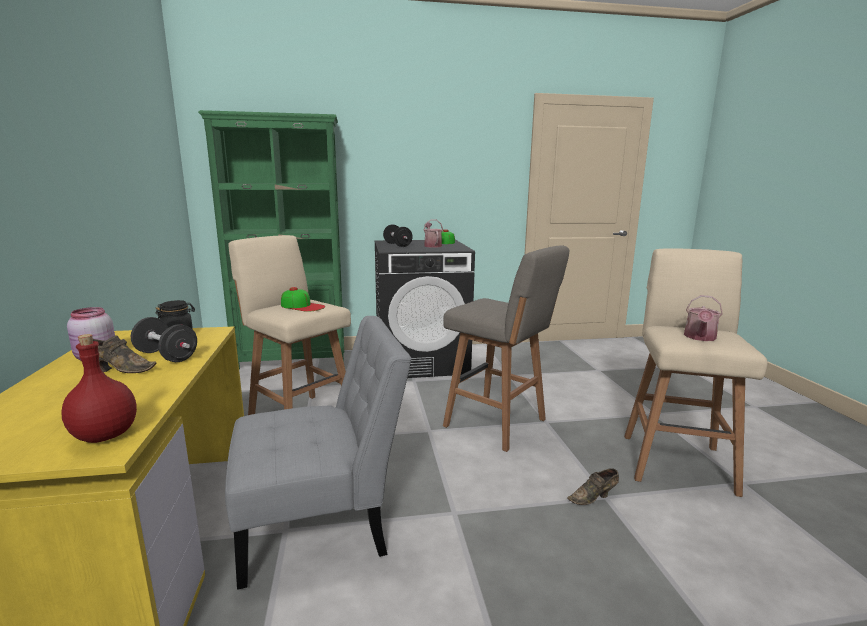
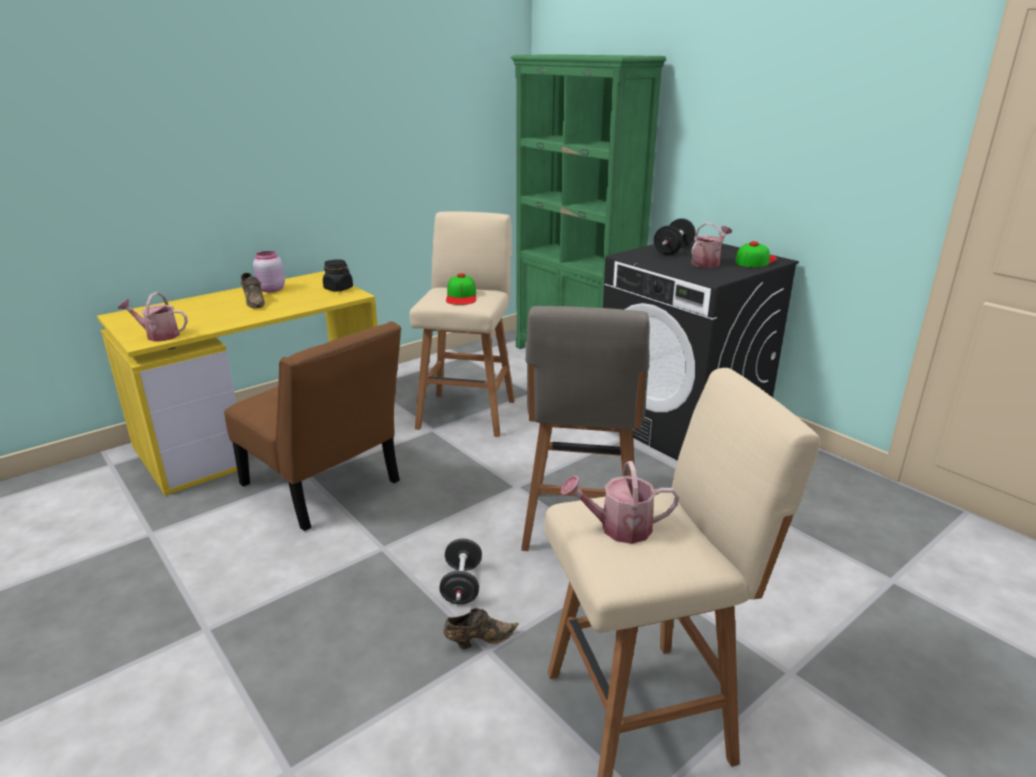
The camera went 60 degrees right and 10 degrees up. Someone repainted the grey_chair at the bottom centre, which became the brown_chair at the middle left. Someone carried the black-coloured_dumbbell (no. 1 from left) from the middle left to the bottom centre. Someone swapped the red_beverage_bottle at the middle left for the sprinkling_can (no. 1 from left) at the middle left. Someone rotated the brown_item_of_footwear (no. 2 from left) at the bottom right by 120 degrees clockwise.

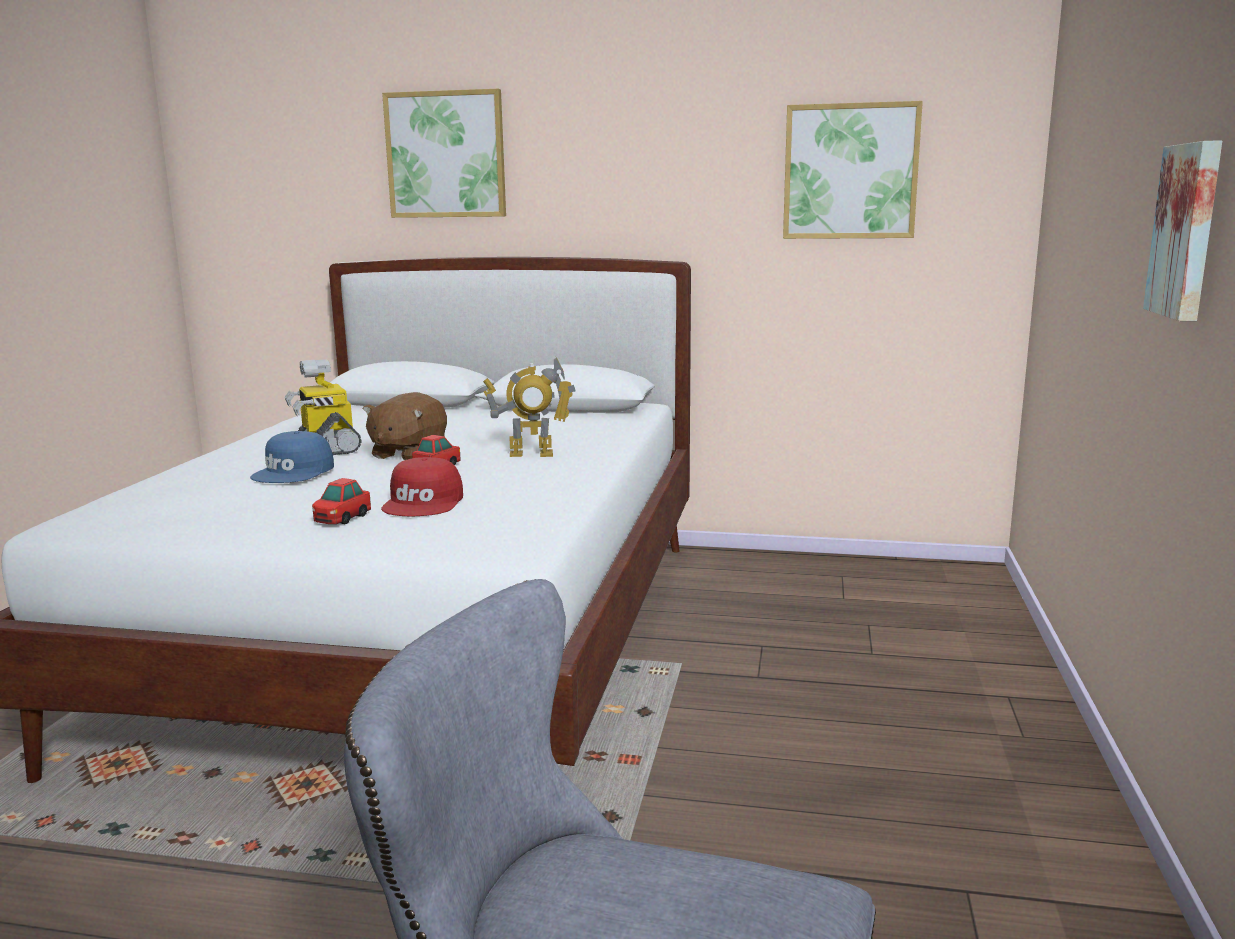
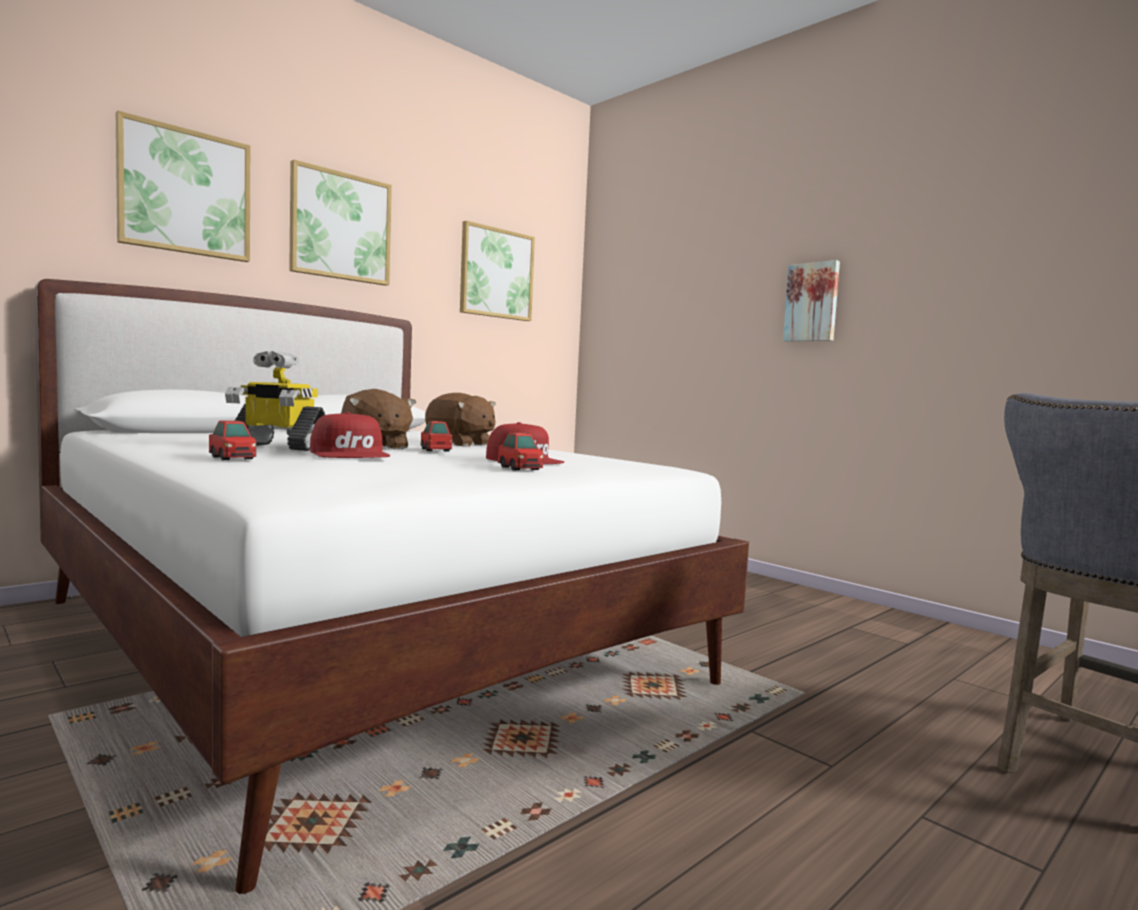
The camera went 55 degrees left and 10 degrees down. Someone swapped the toy_robot (no. 2 from left) at the centre for the brown_cuddly_toy (no. 2 from left) at the centre. Someone repainted the blue-coloured_peaked_cap at the middle left, which became the red_peaked_cap (no. 1 from left) at the middle left. Someone put up the wall_art (no. 2 from left) at the top left. Someone put down the model_car (no. 1 from left) at the middle left.

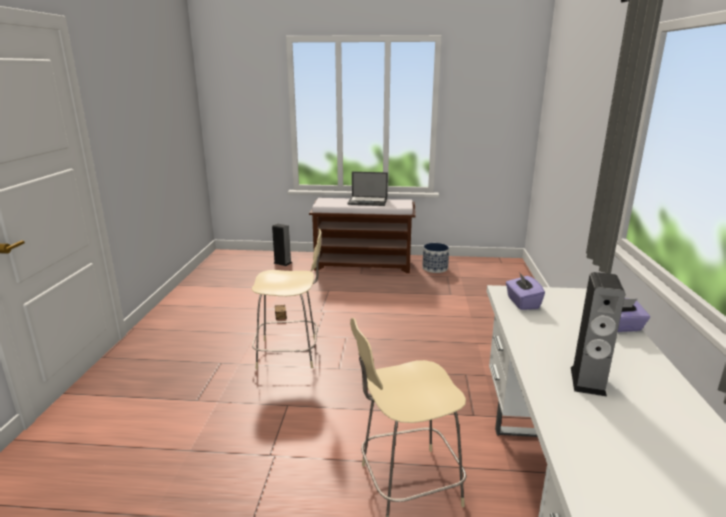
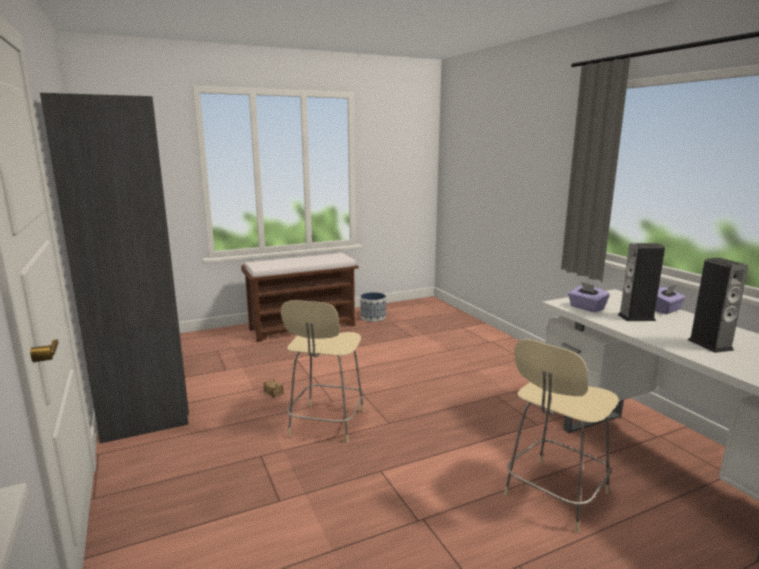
The camera went 30 degrees left and 5 degrees down. Someone took away the portable_computer at the centre. Someone carried the speaker (no. 1 from left) from the centre to the middle right. Someone rotated the sand-coloured_chair (no. 1 from left) at the centre by 135 degrees clockwise. Someone put down the grey_wardrobe at the middle left.

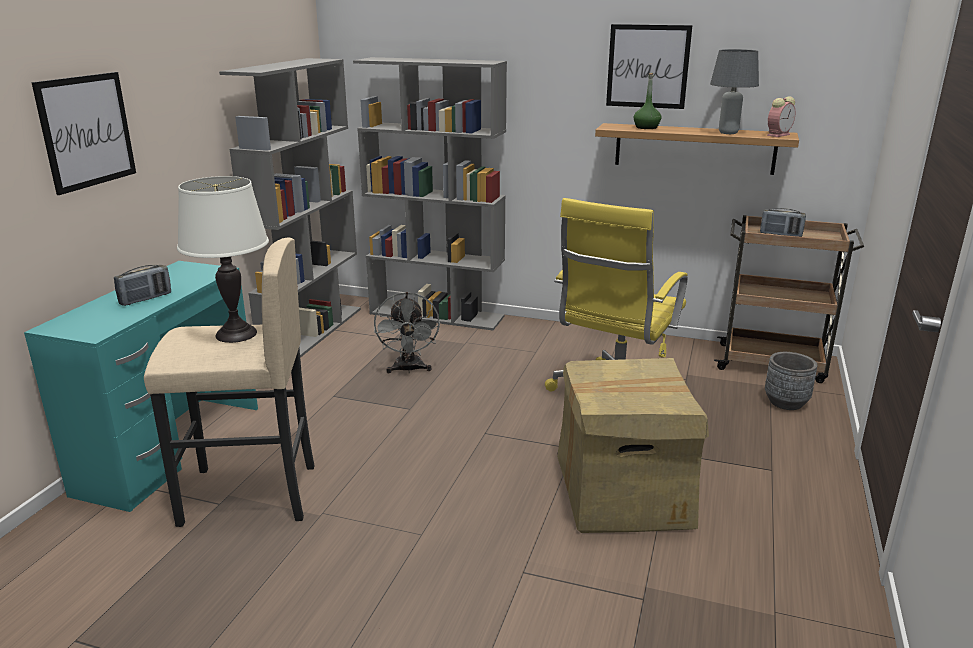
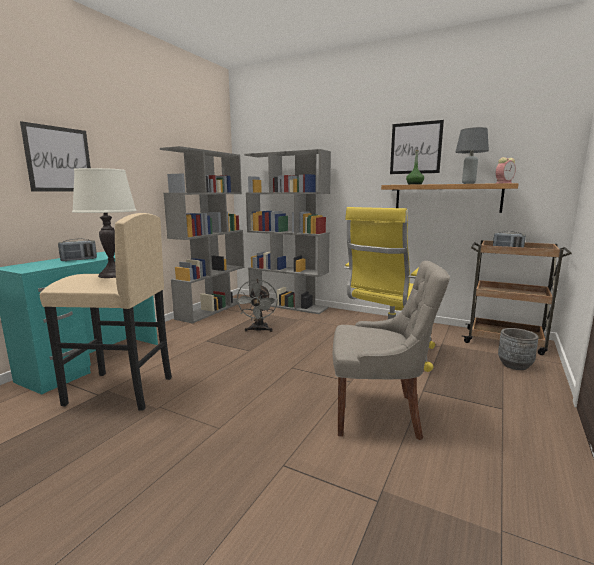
The camera went 10 degrees right and 10 degrees down. Someone swapped the cardboard_box at the bottom centre for the grey_chair at the centre.

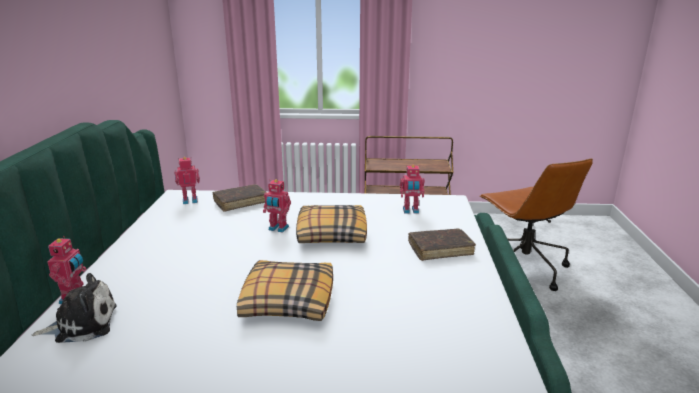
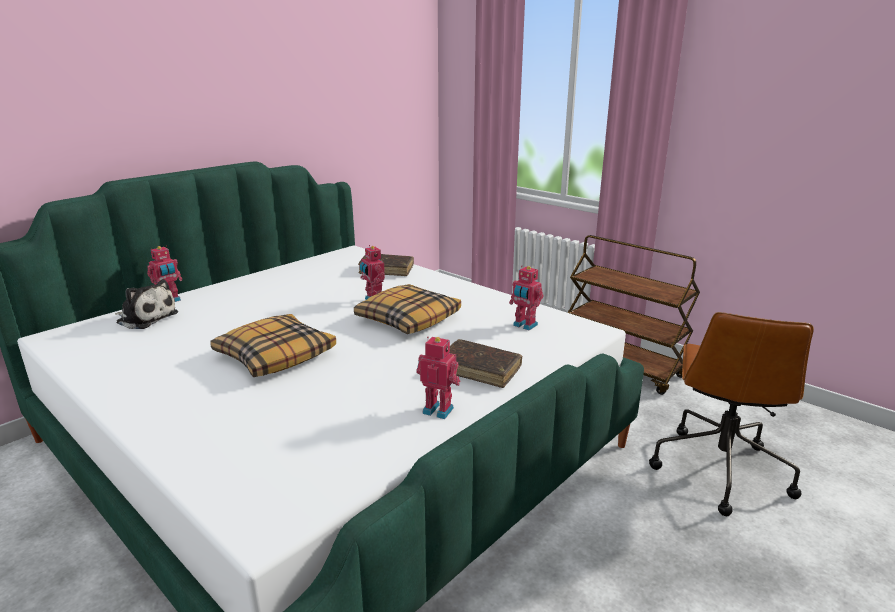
The camera went 40 degrees right and 0 degrees up. Someone carried the toy_robot (no. 2 from left in the first image) from the middle left to the centre.

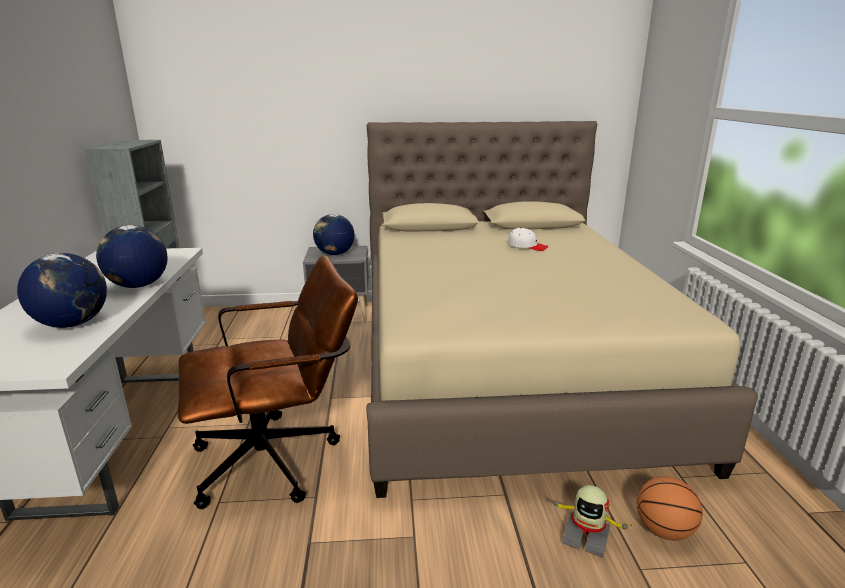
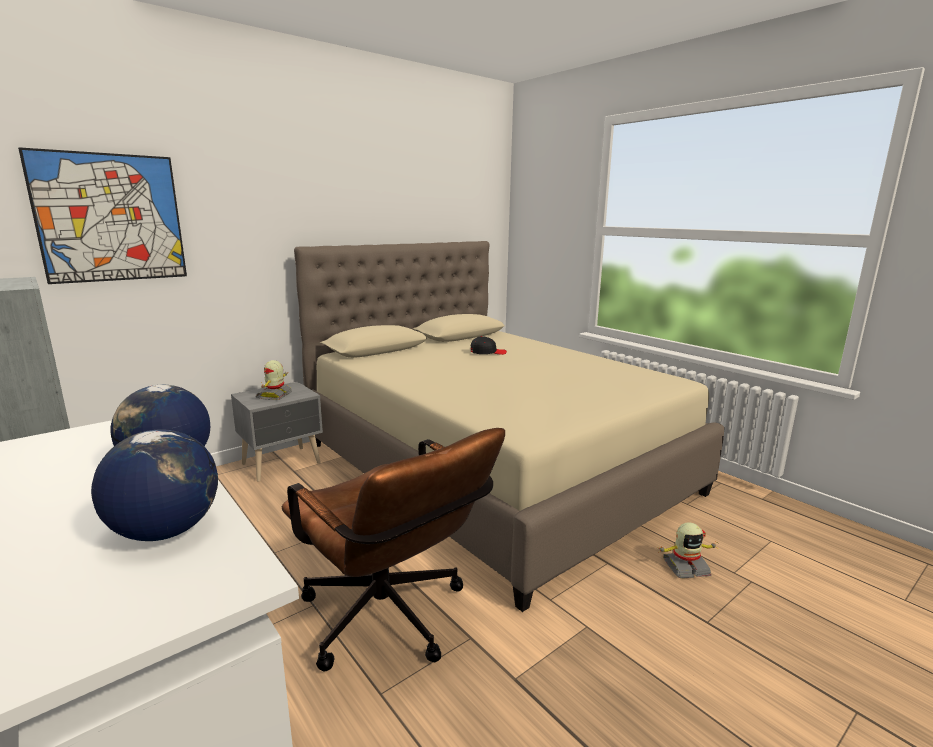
The camera went 35 degrees left and 5 degrees down. Someone swapped the world_globe (no. 3 from left) at the centre for the toy_robot (no. 1 from left) at the middle left. Someone repainted the whitish_peaked_cap at the centre, which became the black-coloured_peaked_cap at the centre. Someone rotated the brown_office_chair at the middle left by 105 degrees clockwise. Someone took away the basketball_ball at the bottom right. Someone put up the wall_art at the top left.

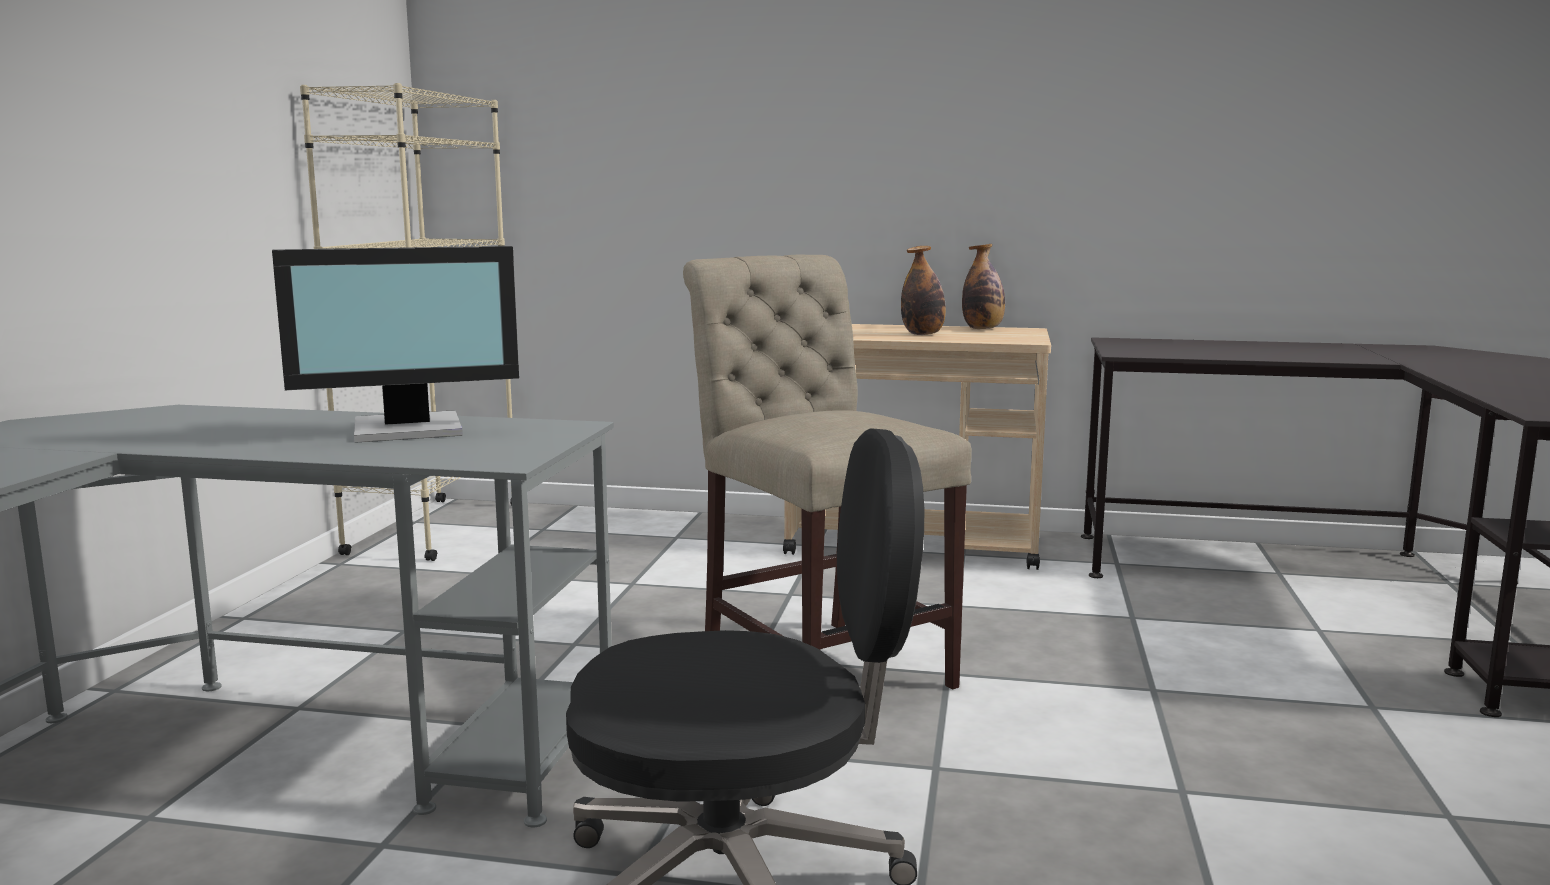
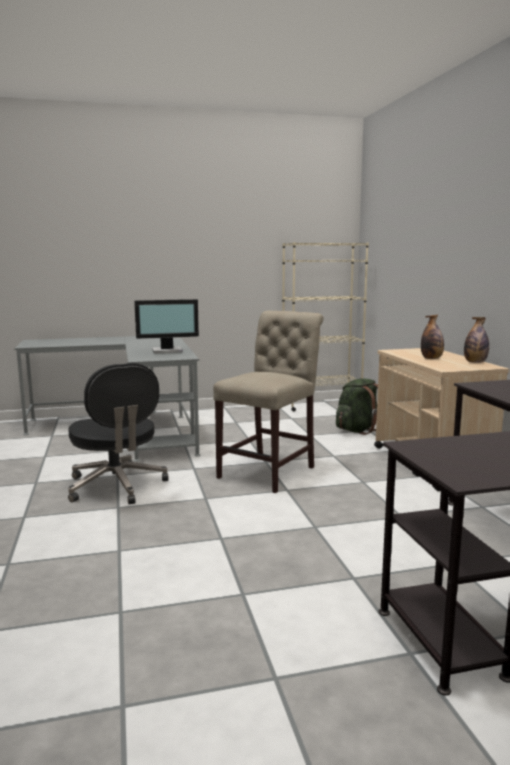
The camera went 65 degrees right and 0 degrees up. Someone rotated the monitor at the middle left by 60 degrees counterclockwise. Someone put down the greenish_rucksack at the middle right.

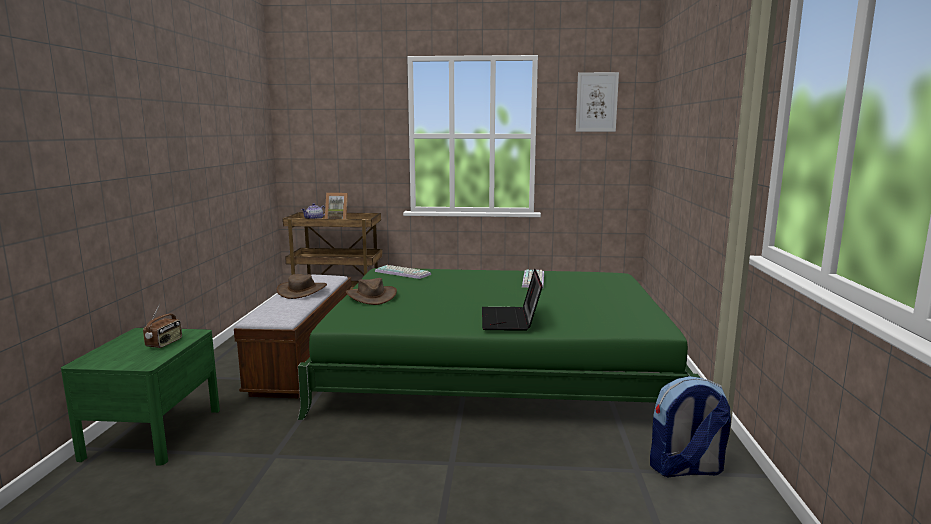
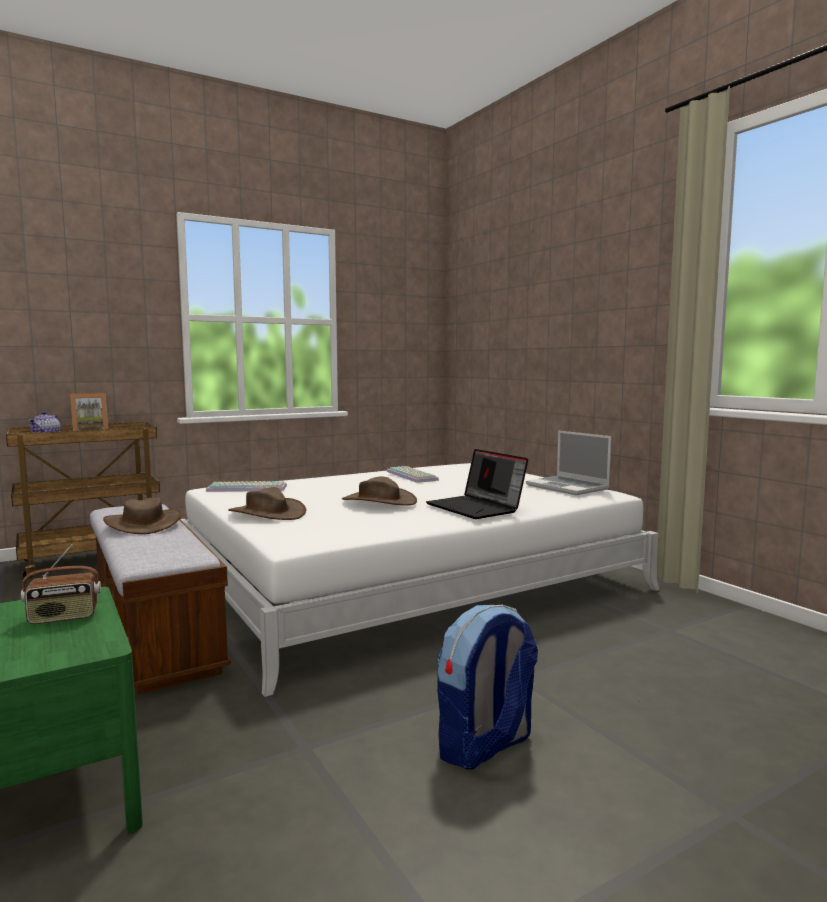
The camera went 35 degrees left and 5 degrees down. Someone took away the wall_art at the top centre. Someone repainted the greenish_sleeping_bed at the centre, which became the whitish_sleeping_bed at the centre. Someone rotated the radio_receiver at the middle left by 90 degrees clockwise. Someone carried the rucksack from the bottom right to the bottom centre. Someone put down the portable_computer (no. 2 from left) at the middle right. Someone put down the brown_wearable_hat (no. 3 from left) at the centre.

